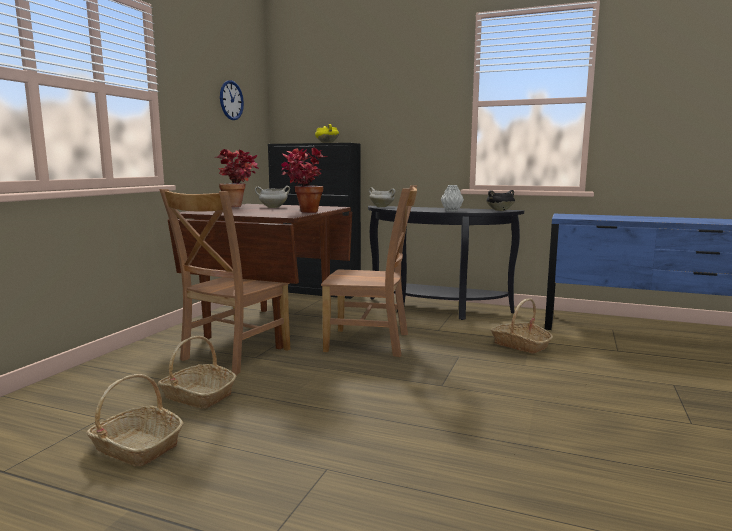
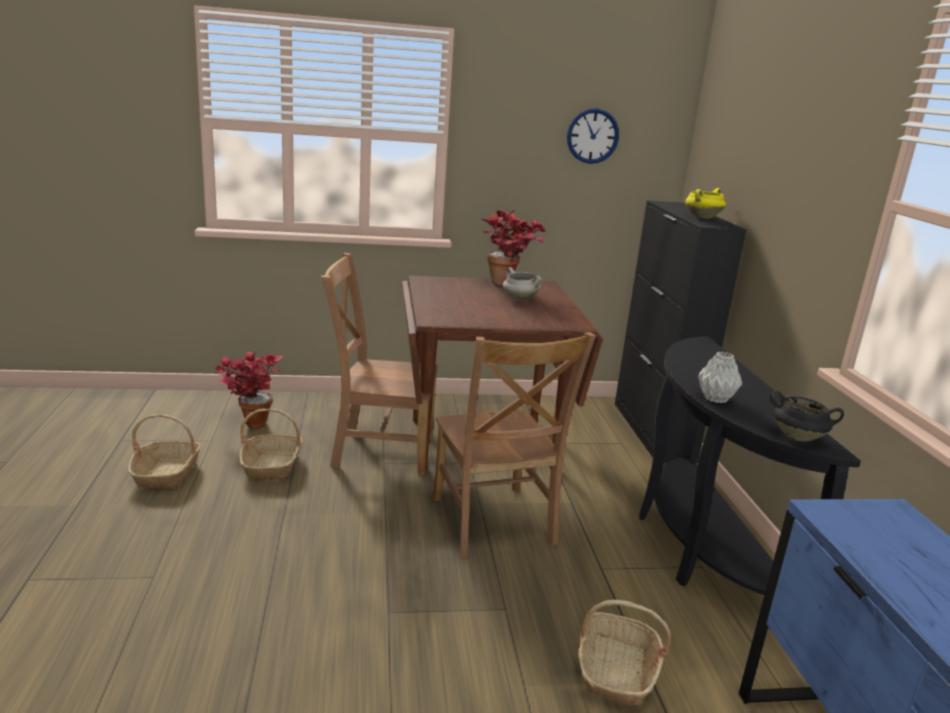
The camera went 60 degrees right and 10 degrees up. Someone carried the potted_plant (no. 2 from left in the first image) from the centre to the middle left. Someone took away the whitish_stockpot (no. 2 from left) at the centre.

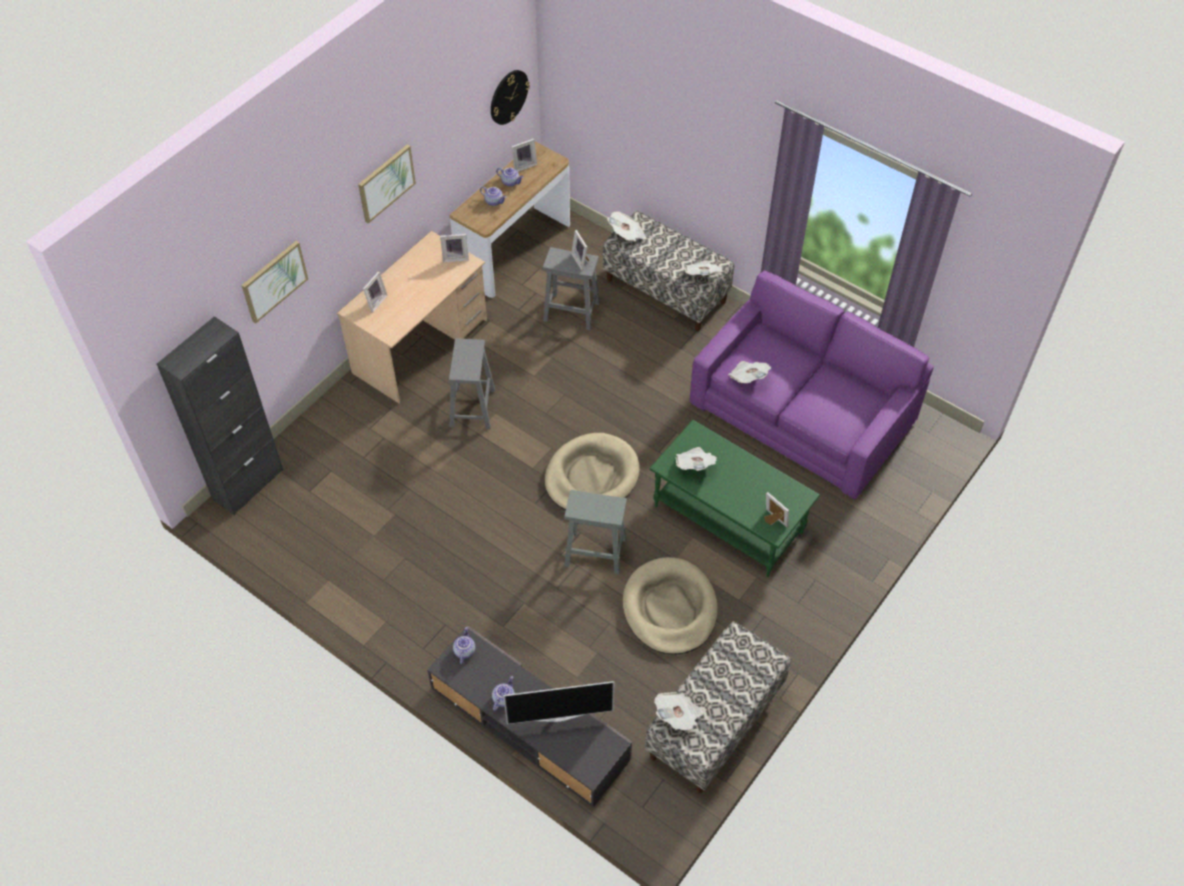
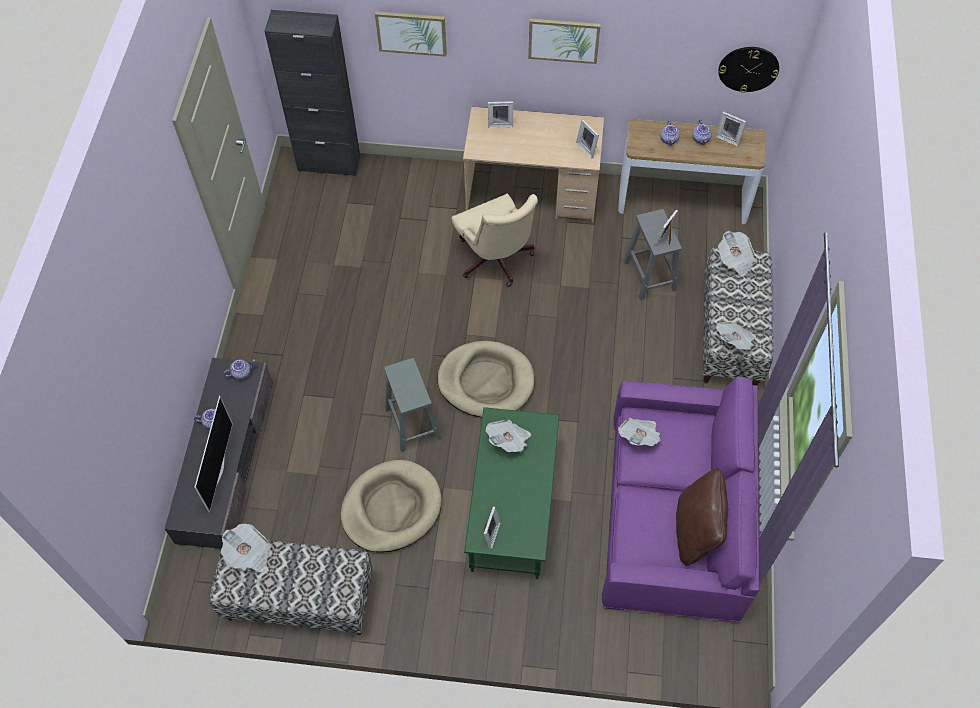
The camera went 60 degrees right and 5 degrees up. Someone swapped the grey_stool (no. 1 from left) at the centre for the sand-coloured_office_chair at the centre. Someone rotated the TV_set at the bottom centre by 135 degrees counterclockwise. Someone put down the brown_cushion at the bottom right.

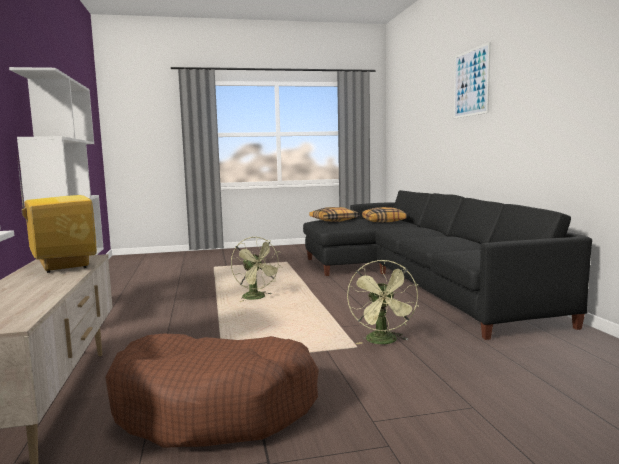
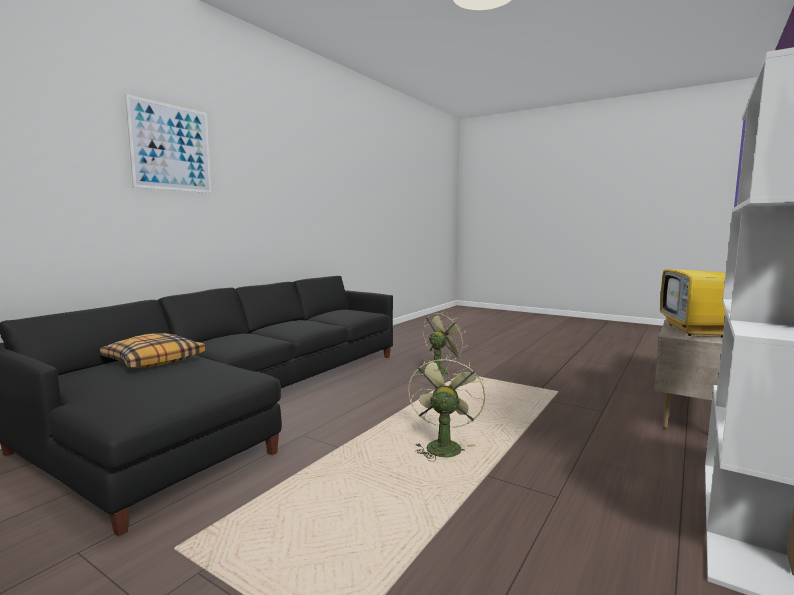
The camera went 135 degrees left and 0 degrees up. Someone took away the cushion (no. 1 from left) at the centre. Someone took away the brown_dog_bed at the bottom centre.

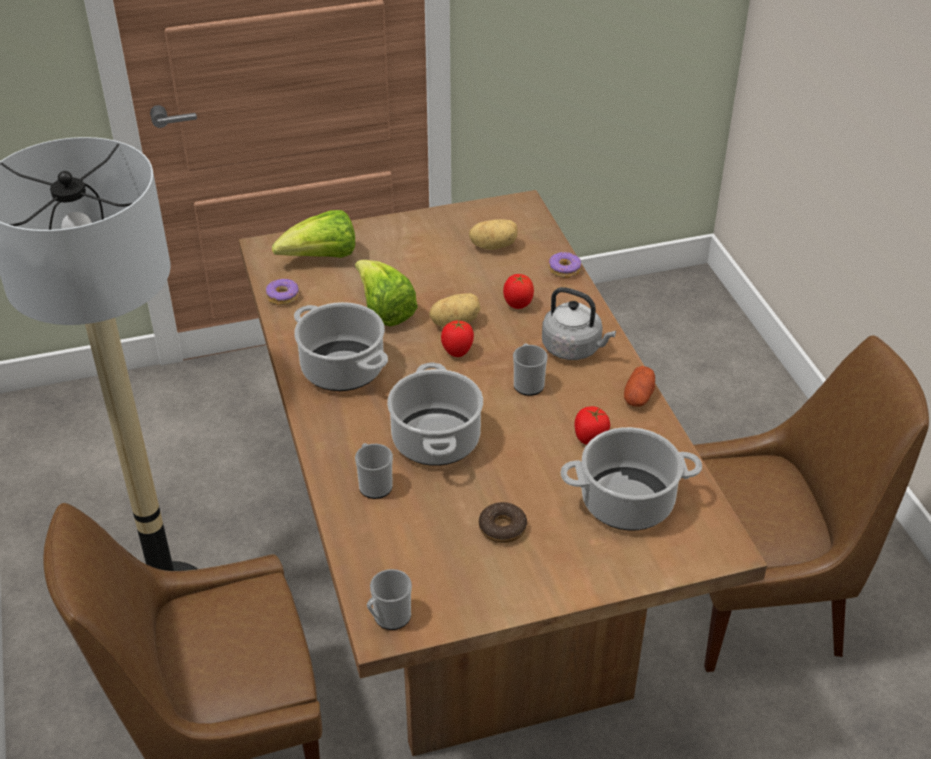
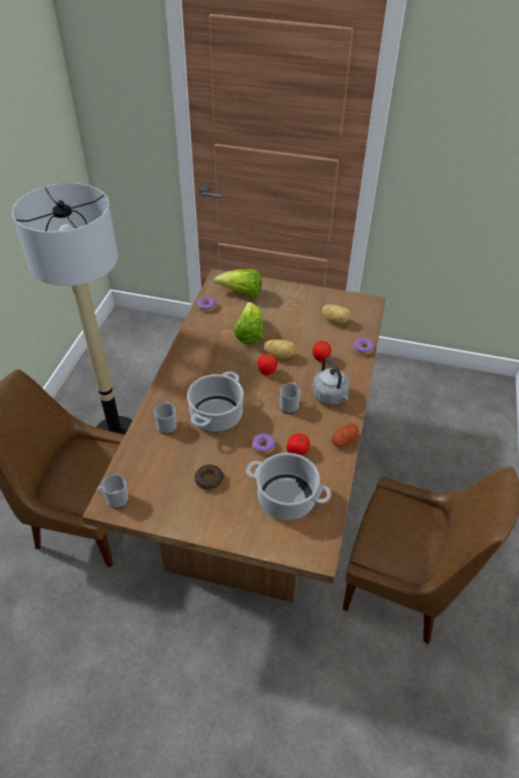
The camera went 30 degrees right and 5 degrees up. Someone took away the stockpot (no. 1 from left) at the centre. Someone put down the ring_doughnut (no. 3 from left) at the centre.

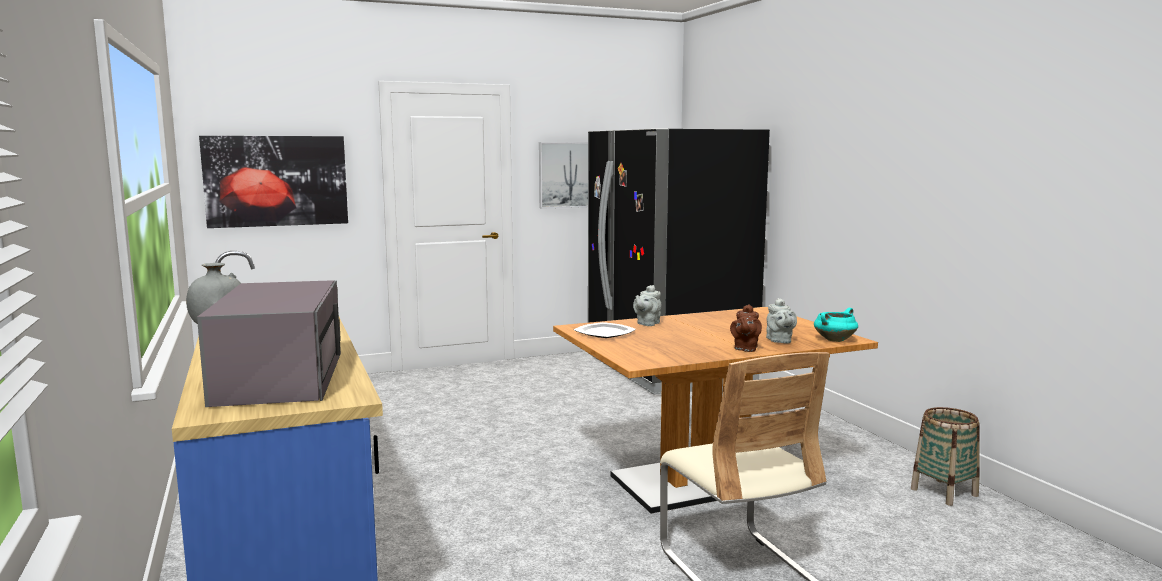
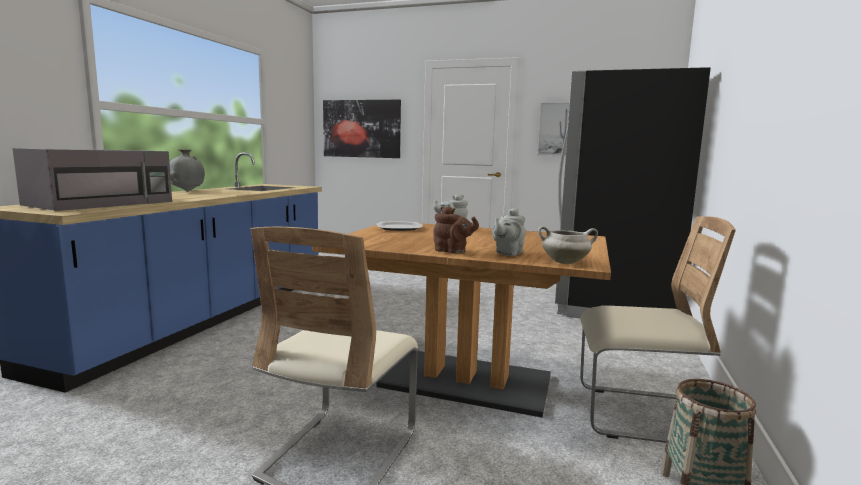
The camera went 40 degrees right and 0 degrees up. Someone rotated the brown_pot_for_tea at the centre by 120 degrees counterclockwise. Someone repainted the turquoise-coloured_stockpot at the middle right, which became the whitish_stockpot at the centre. Someone put down the sand-coloured_chair (no. 2 from left) at the bottom right.

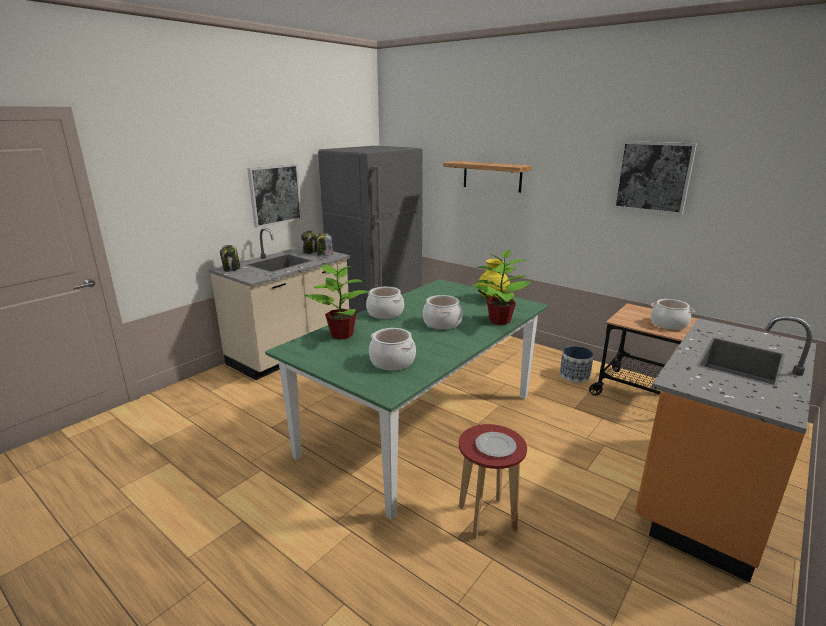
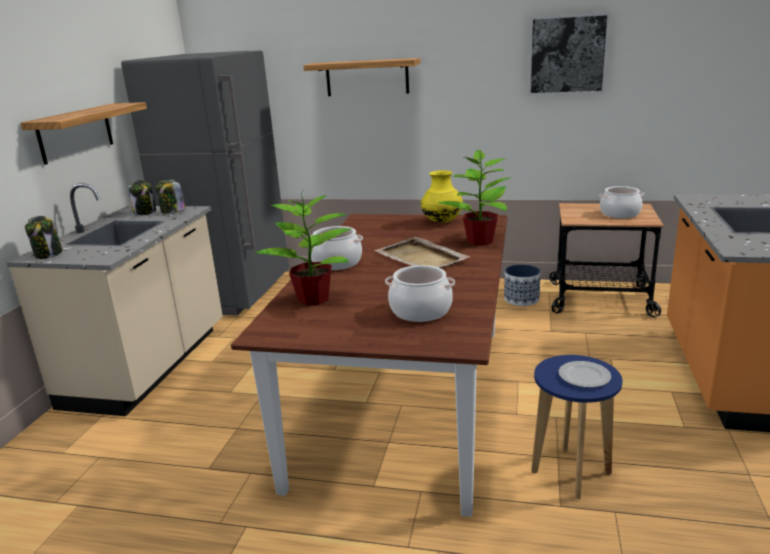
The camera went 25 degrees left and 0 degrees up. Someone swapped the wall_art (no. 1 from left) at the top left for the shelf (no. 1 from left) at the top left. Someone repainted the greenish_dining_table at the centre, which became the brown_dining_table at the centre. Someone swapped the stockpot (no. 3 from left) at the centre for the sand-coloured_serving_tray at the centre. Someone repainted the red_stool at the bottom centre, which became the blue-coloured_stool at the bottom right.

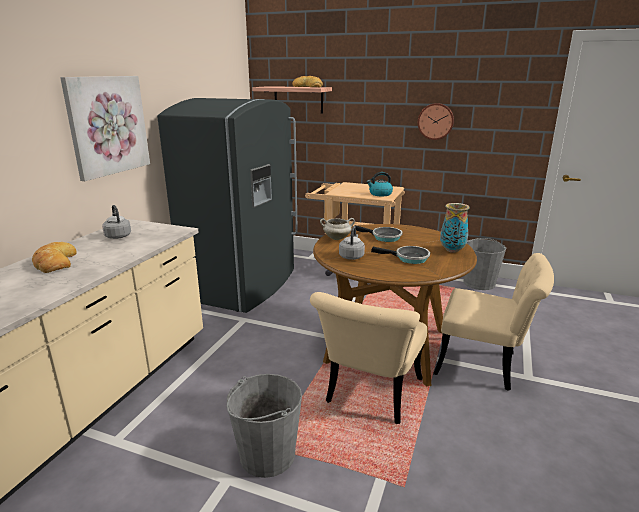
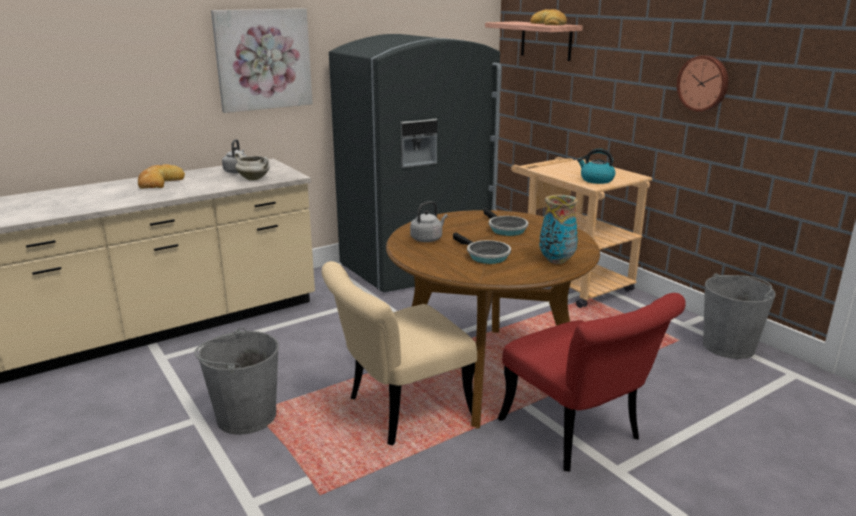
The camera went 35 degrees right and 0 degrees up. Someone carried the whitish_stockpot from the centre to the top left. Someone repainted the sand-coloured_chair (no. 2 from left) at the middle right, which became the red_chair at the bottom right.

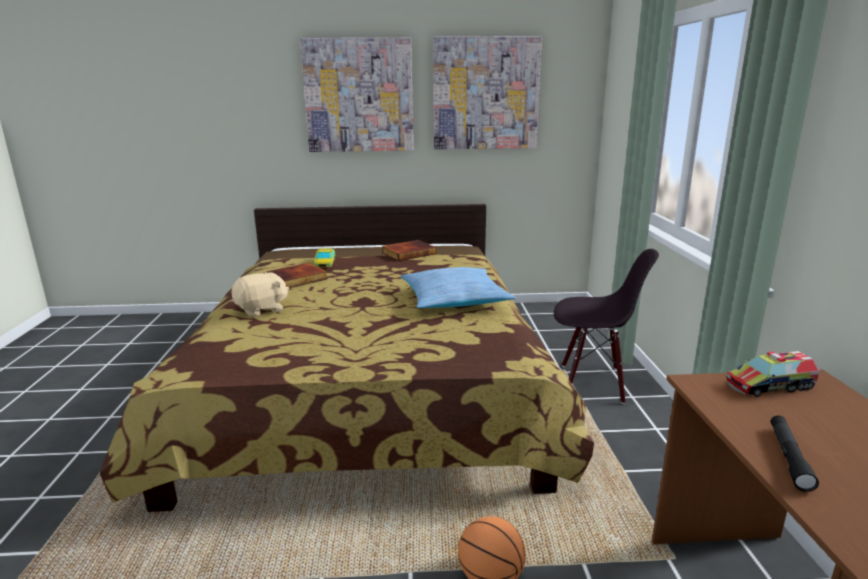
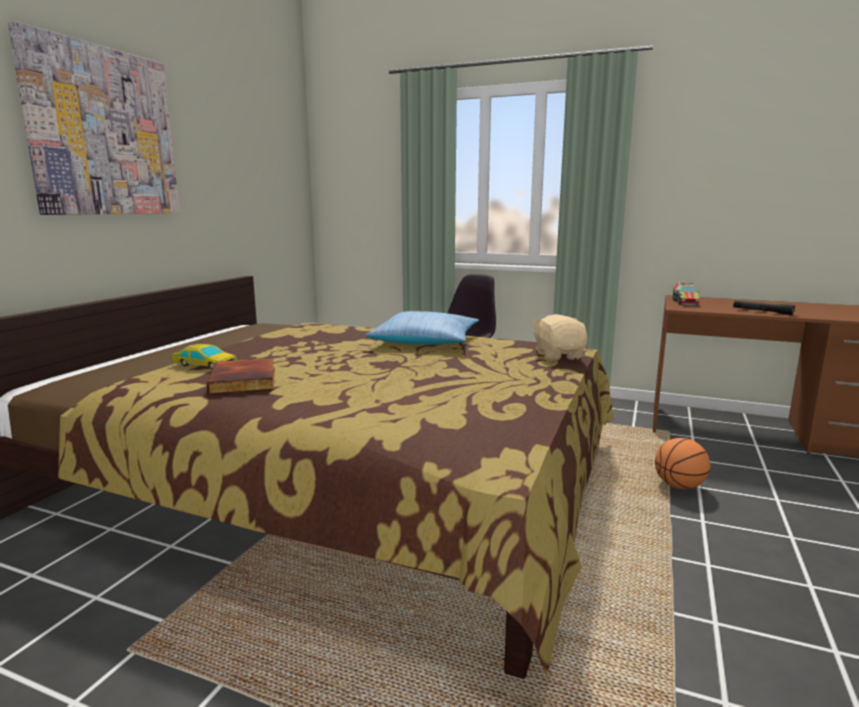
The camera went 65 degrees left and 5 degrees down. Someone took away the wall_art (no. 2 from left) at the top centre. Someone took away the bound_book (no. 2 from left) at the centre. Someone carried the sand-coloured_cuddly_toy from the middle left to the centre.

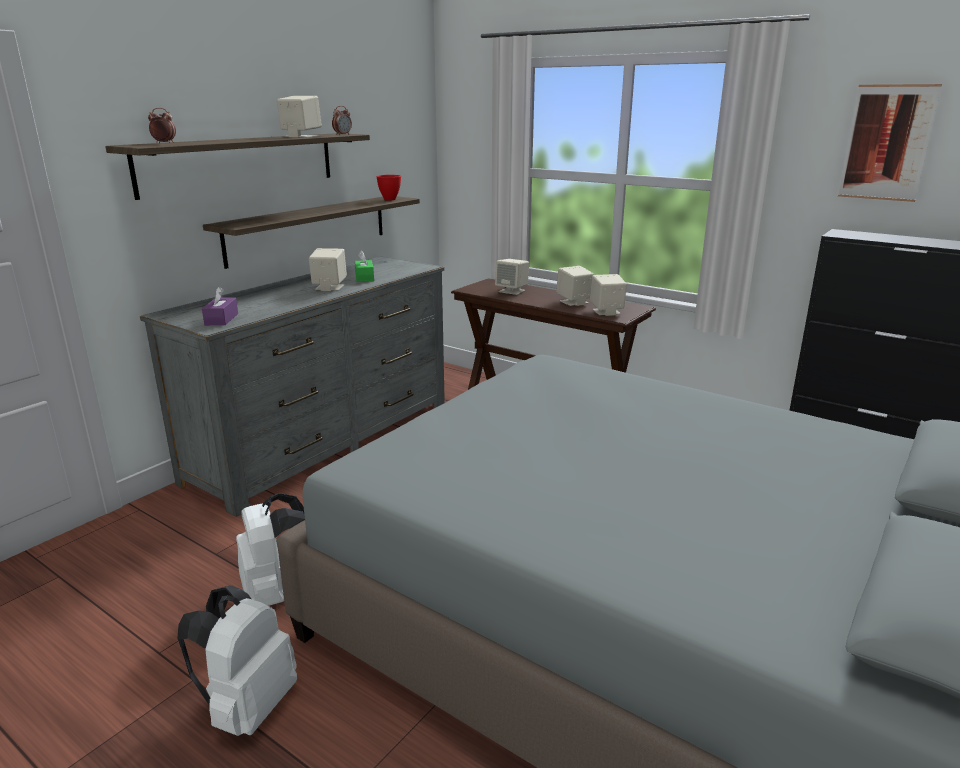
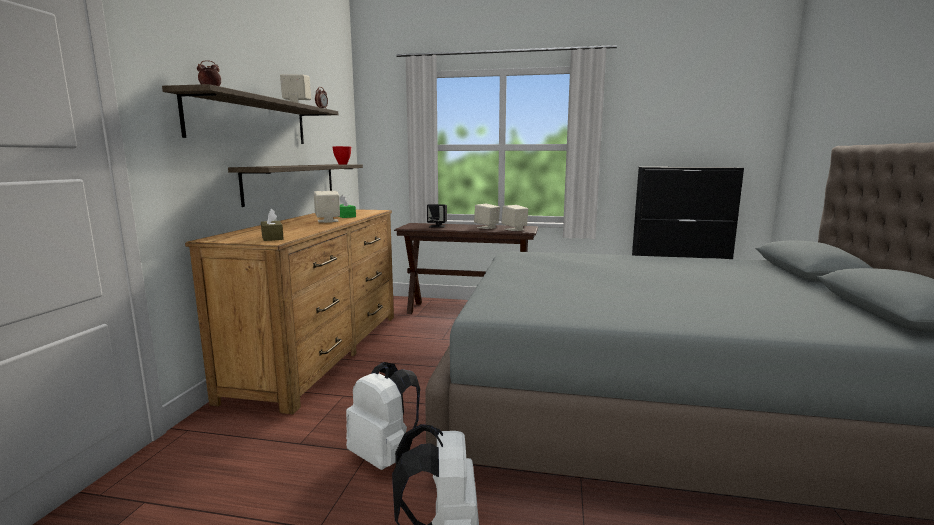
The camera went 25 degrees left and 10 degrees down. Someone took away the wall_art at the top right. Someone repainted the grey_drawer_chest at the middle left, which became the brown_drawer_chest at the middle left. Someone repainted the sand-coloured_speaker (no. 3 from left) at the centre, which became the black-coloured_speaker at the centre. Someone repainted the purplish_box_of_tissues at the middle left, which became the brown_box_of_tissues at the middle left.

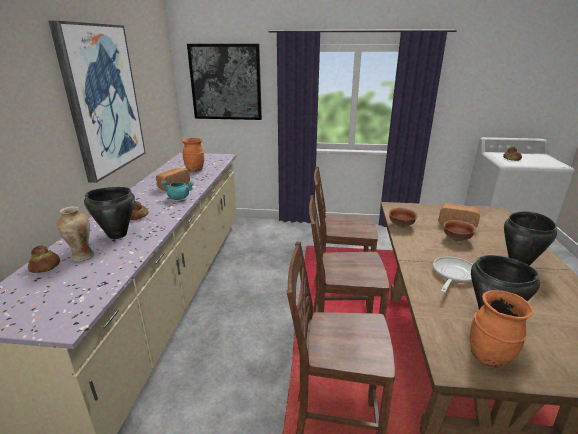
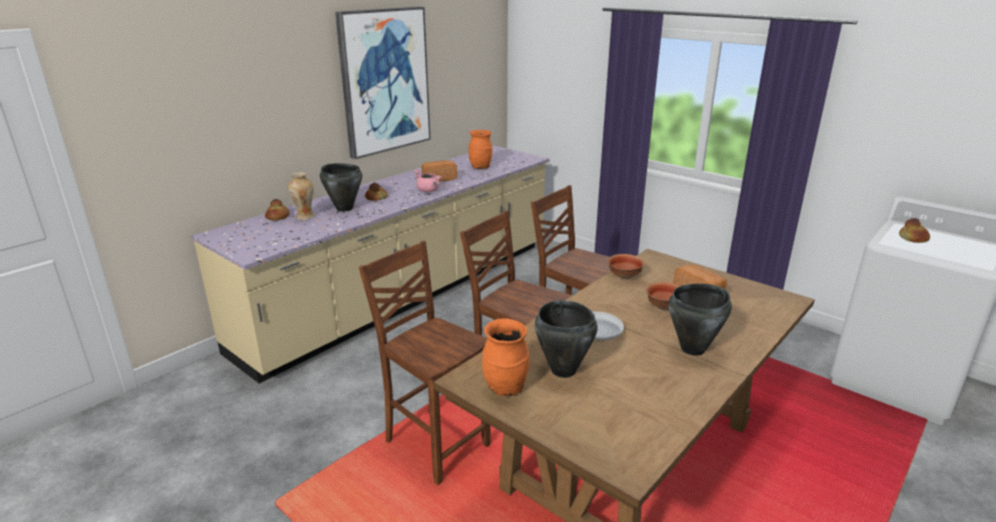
The camera went 35 degrees right and 0 degrees up. Someone took away the wall_art (no. 2 from left) at the top centre. Someone repainted the turquoise-coloured_stockpot at the middle left, which became the pink-coloured_stockpot at the centre.

